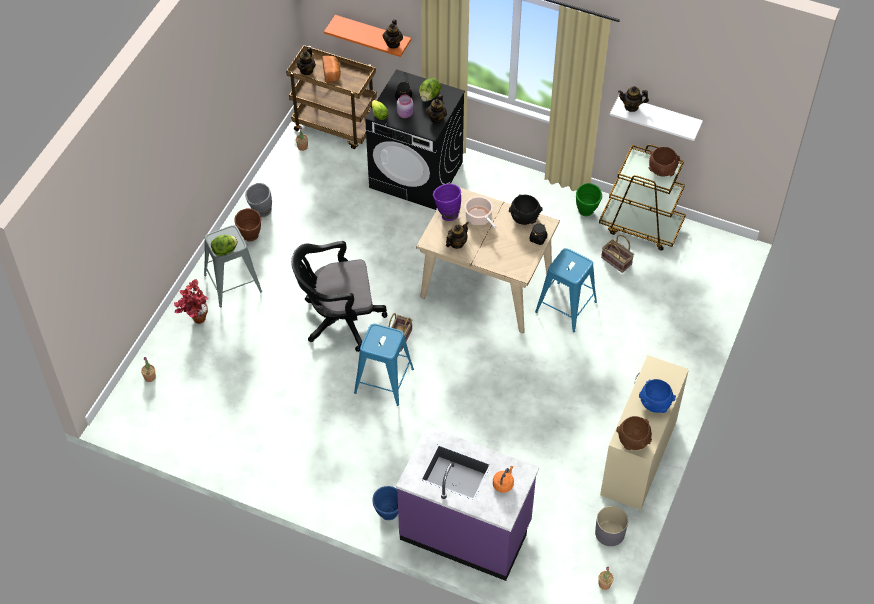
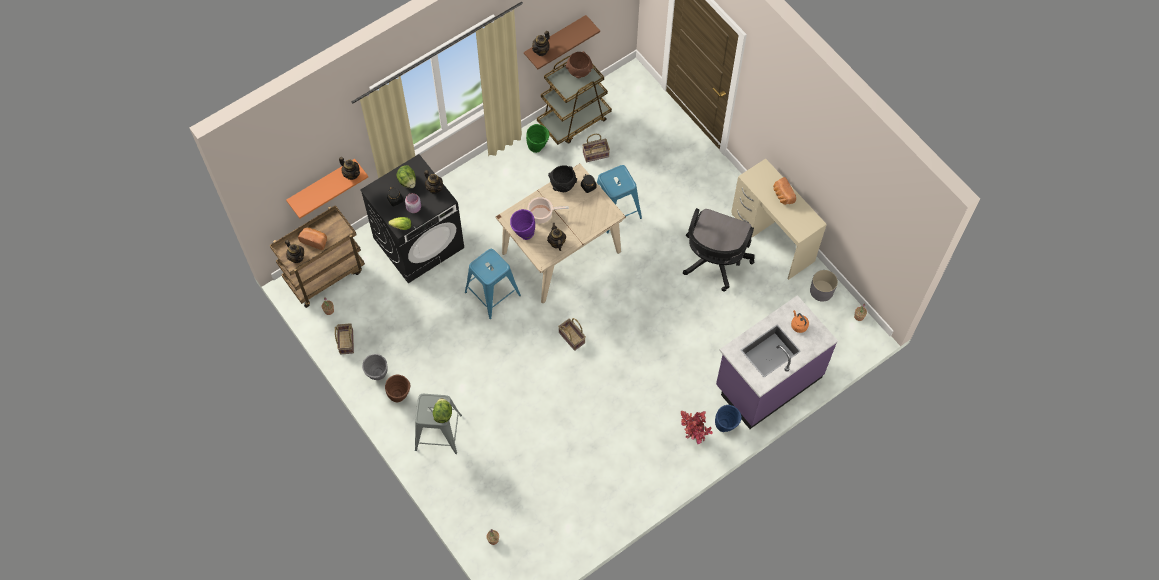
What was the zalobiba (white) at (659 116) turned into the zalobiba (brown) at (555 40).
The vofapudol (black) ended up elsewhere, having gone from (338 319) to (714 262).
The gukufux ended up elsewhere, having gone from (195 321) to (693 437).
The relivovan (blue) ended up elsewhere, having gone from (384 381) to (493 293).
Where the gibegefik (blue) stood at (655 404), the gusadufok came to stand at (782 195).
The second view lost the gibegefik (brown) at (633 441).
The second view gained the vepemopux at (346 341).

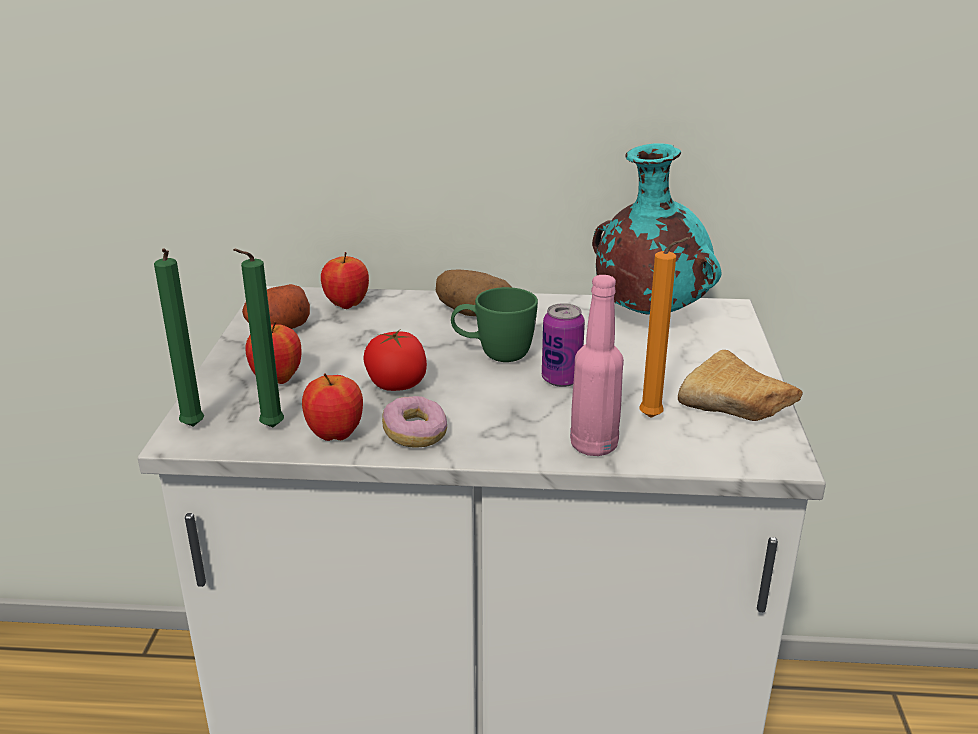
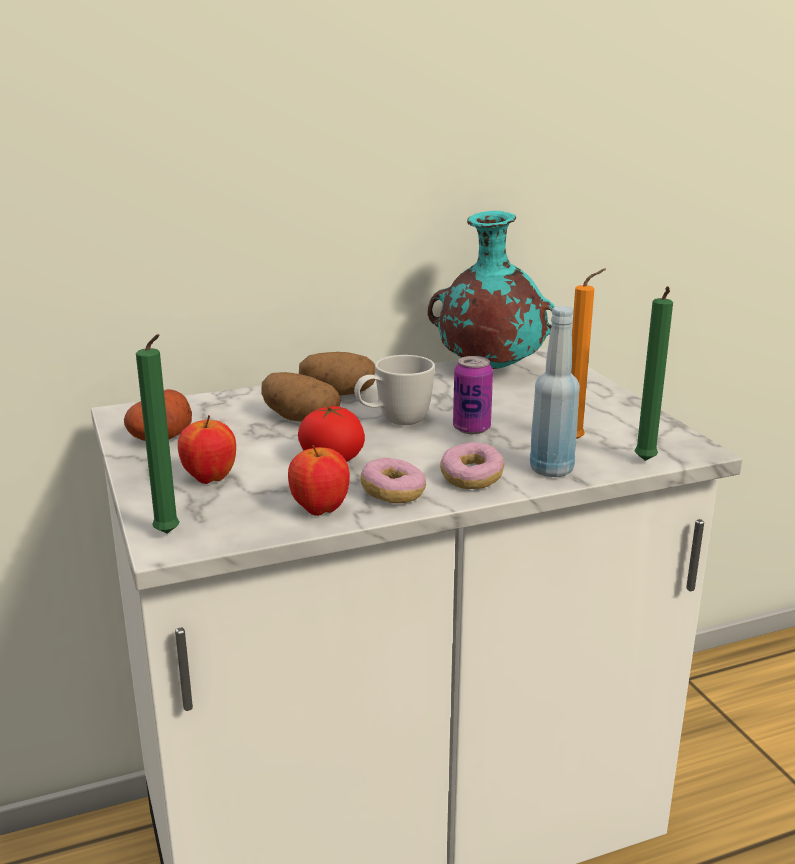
The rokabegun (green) ended up elsewhere, having gone from (269 429) to (645 462).
The second view lost the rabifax at (346 305).
What was the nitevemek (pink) at (593 445) turned into the nitevemek (blue) at (551 470).
What was the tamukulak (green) at (493 355) turned into the tamukulak (white) at (394 422).
The second view lost the gusadufok at (739 408).
The second view gained the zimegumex at (299 419).
The second view gained the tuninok at (471 478).

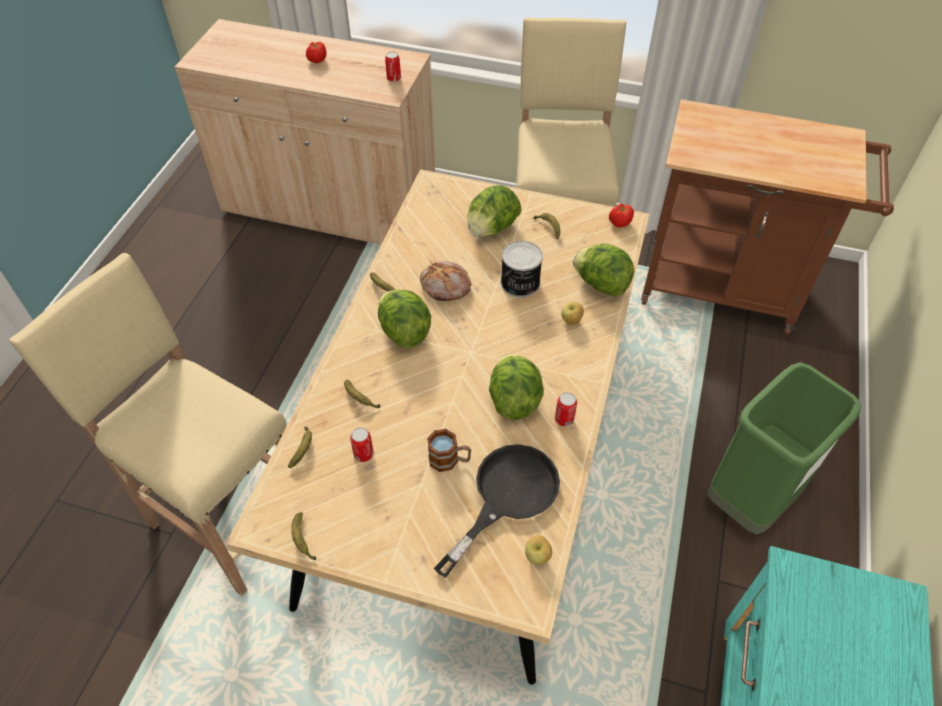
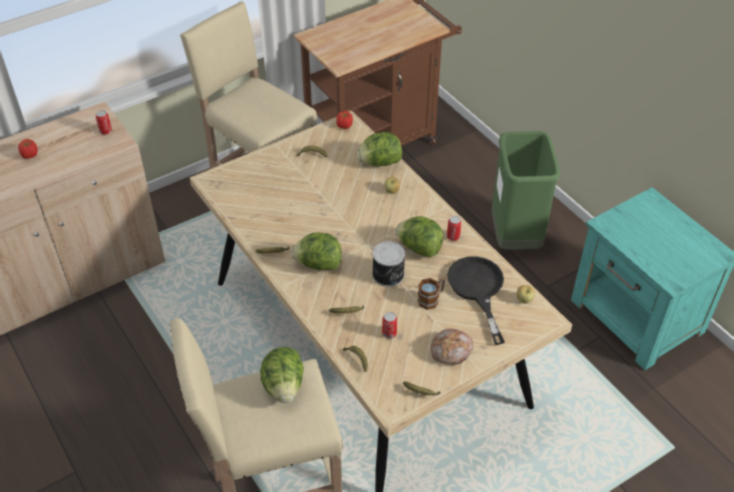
The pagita ended up elsewhere, having gone from (492 228) to (284 386).
The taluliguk ended up elsewhere, having gone from (520 283) to (388 275).
The gusadufok ended up elsewhere, having gone from (445 287) to (452 351).

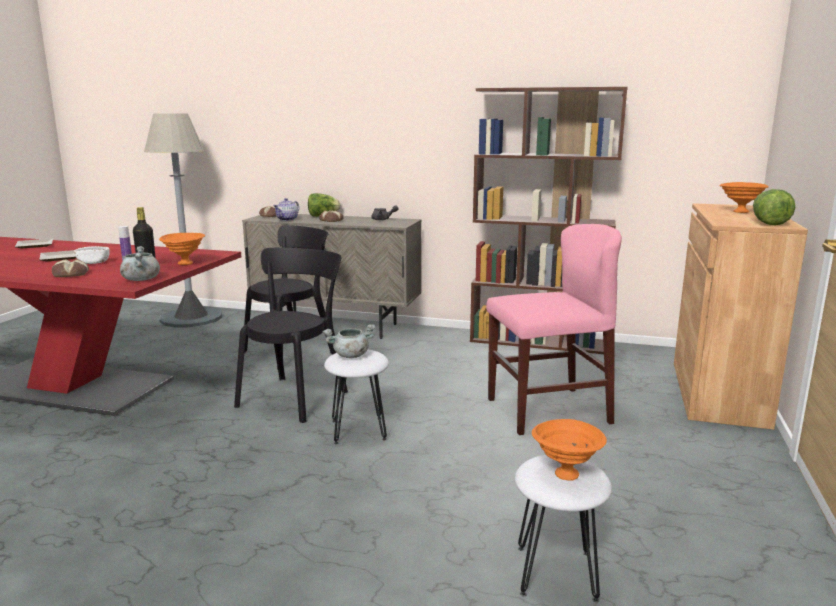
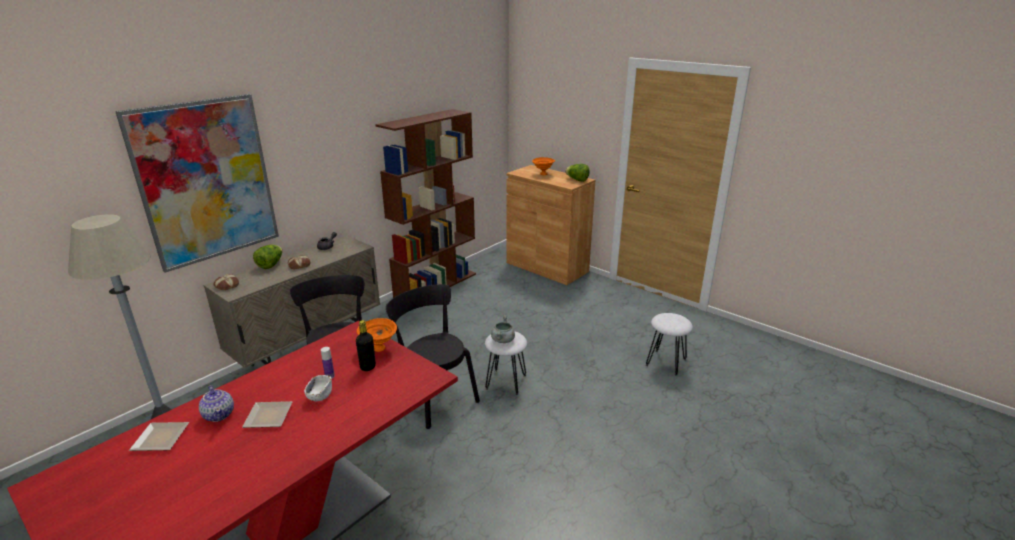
The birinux ended up elsewhere, having gone from (287 219) to (219 414).
The second view lost the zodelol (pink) at (548 411).
The second view lost the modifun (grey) at (141 279).
The second view lost the gusadufok at (70 274).
The second view lost the gibegefik (orange) at (564 474).
The second view gained the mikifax at (206 181).

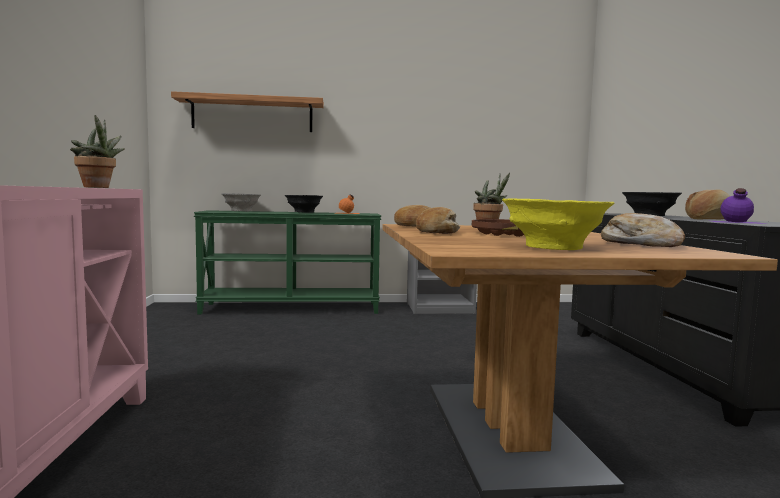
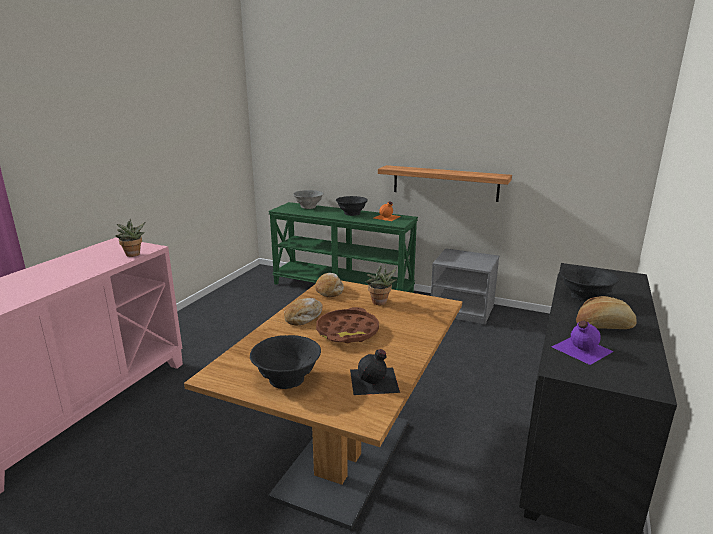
The zalobiba ended up elsewhere, having gone from (252 115) to (445 183).
What was the gibegefik (yellow) at (553 247) turned into the gibegefik (black) at (287 379).
Where the gusadufok stood at (640 244), the nitevemek (black) came to stand at (375 381).

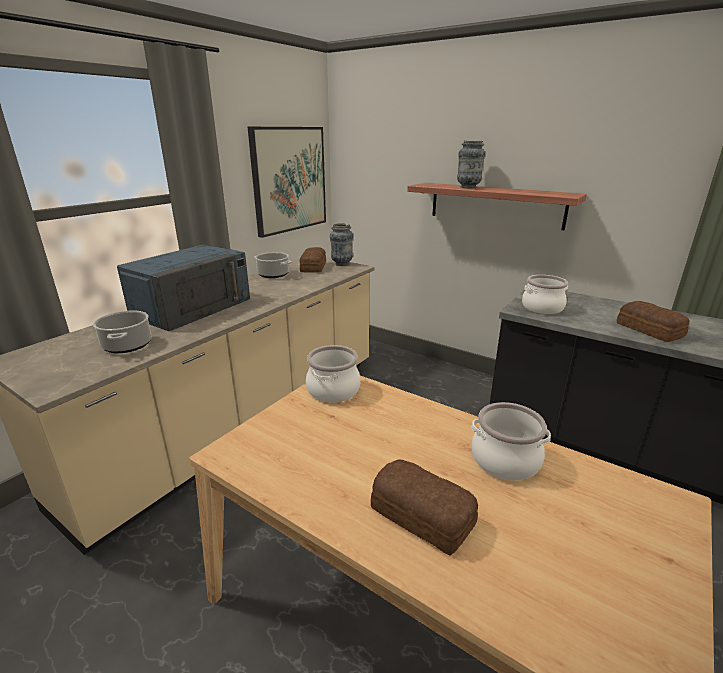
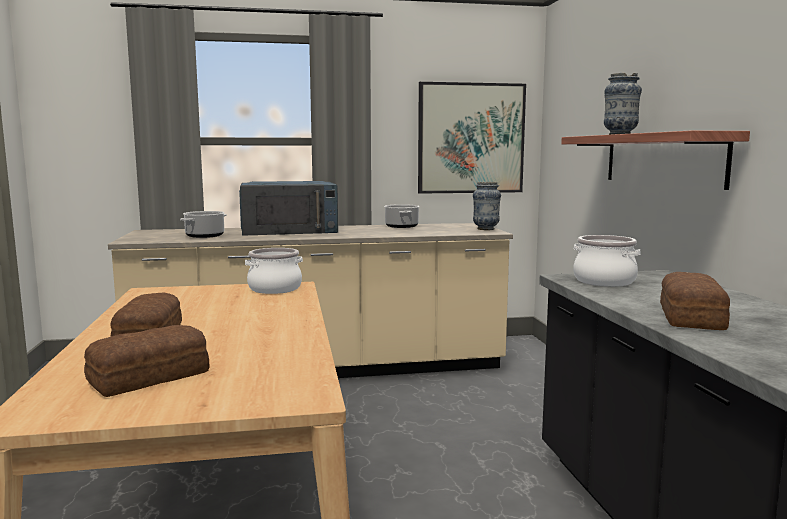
The gusadufok ended up elsewhere, having gone from (314 267) to (151 377).
The second view lost the modifun at (505 460).

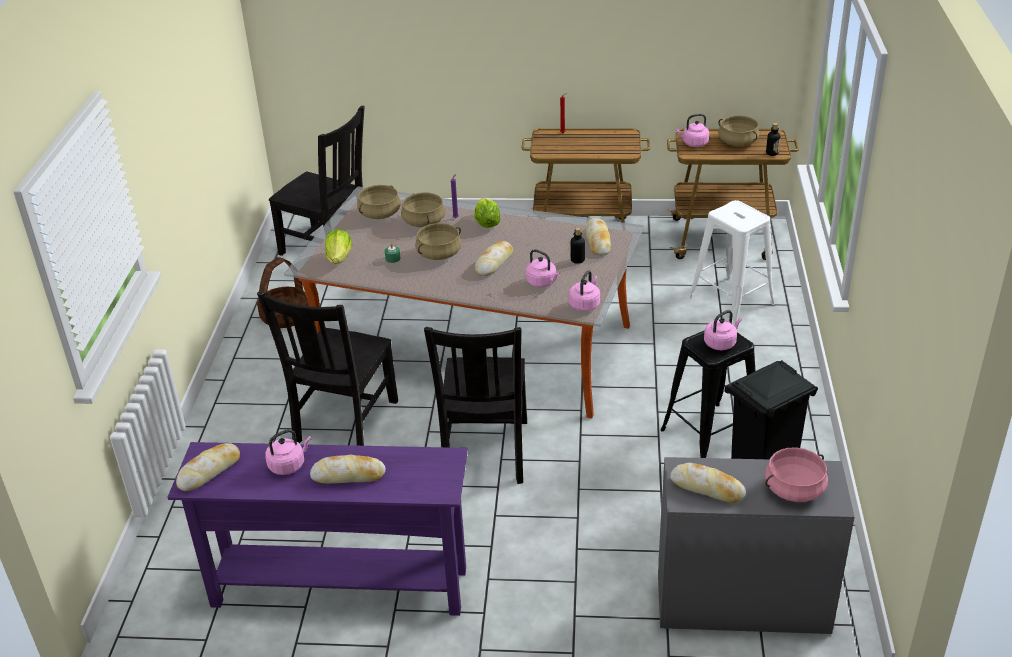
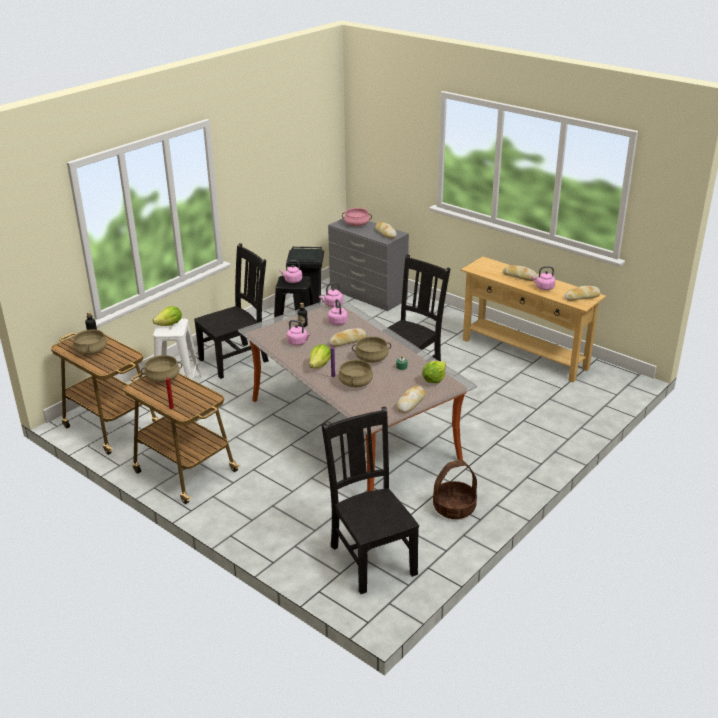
The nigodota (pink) ended up elsewhere, having gone from (693 144) to (298 342).
The modifun (beige) ended up elsewhere, having gone from (379 214) to (162 378).
The gusadufok ended up elsewhere, having gone from (598 241) to (411 402).
The zodelol (black) ended up elsewhere, having gone from (344 424) to (236 359).
What was the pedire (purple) at (339 588) turned into the pedire (beige) at (524 354).
The second view gained the pagita at (169 325).

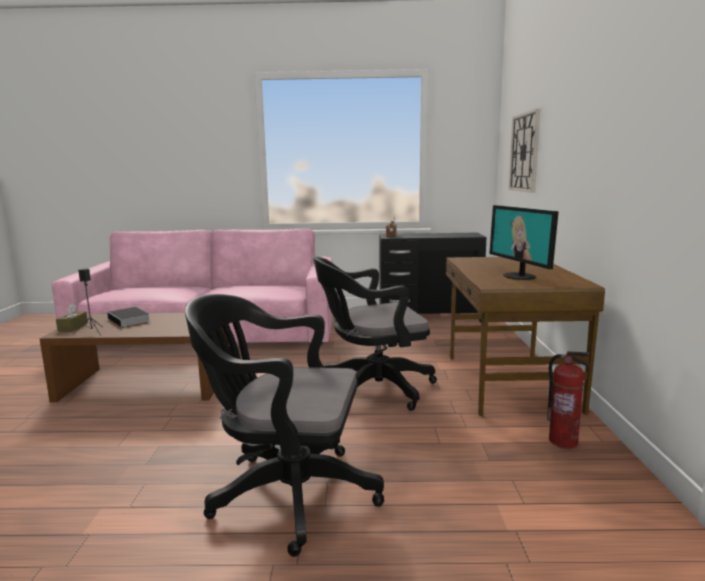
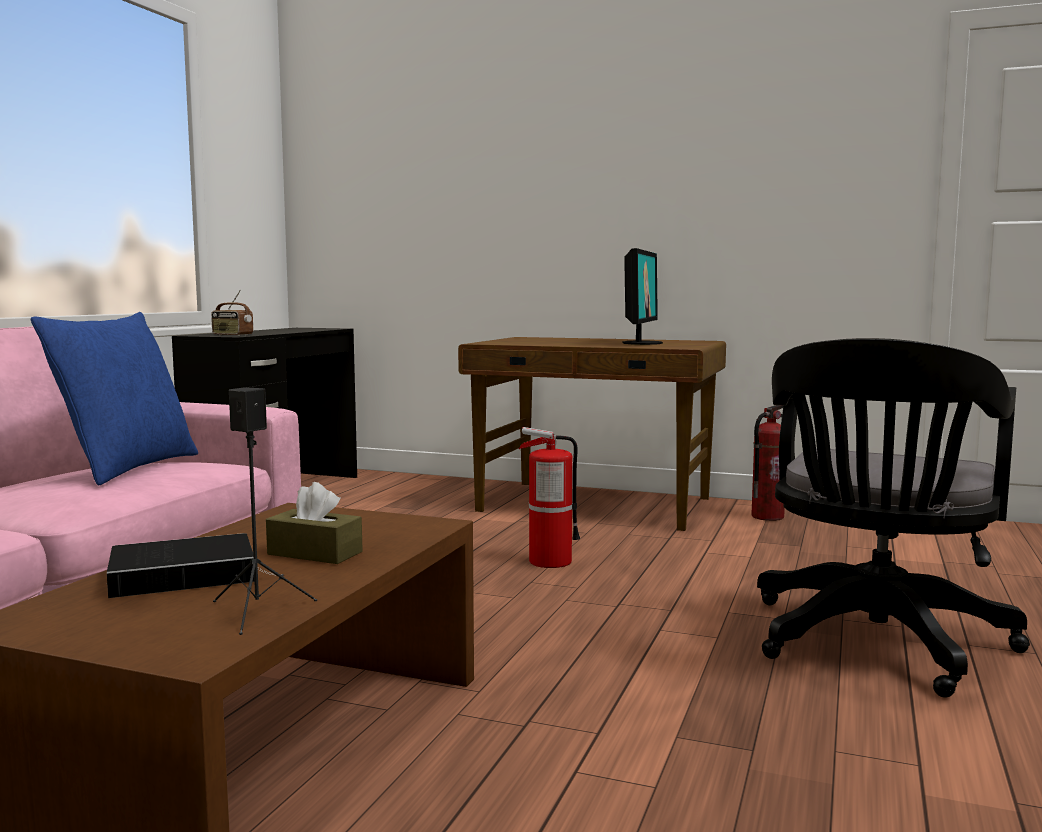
The second view lost the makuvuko at (524 152).
The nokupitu at (520 276) ended up facing another way, 75 degrees counterclockwise from before.
Where the vofapudol (black) stood at (372 389), the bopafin came to stand at (549 561).
The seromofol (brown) ended up elsewhere, having gone from (73 327) to (315 553).
The second view gained the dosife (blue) at (126 468).

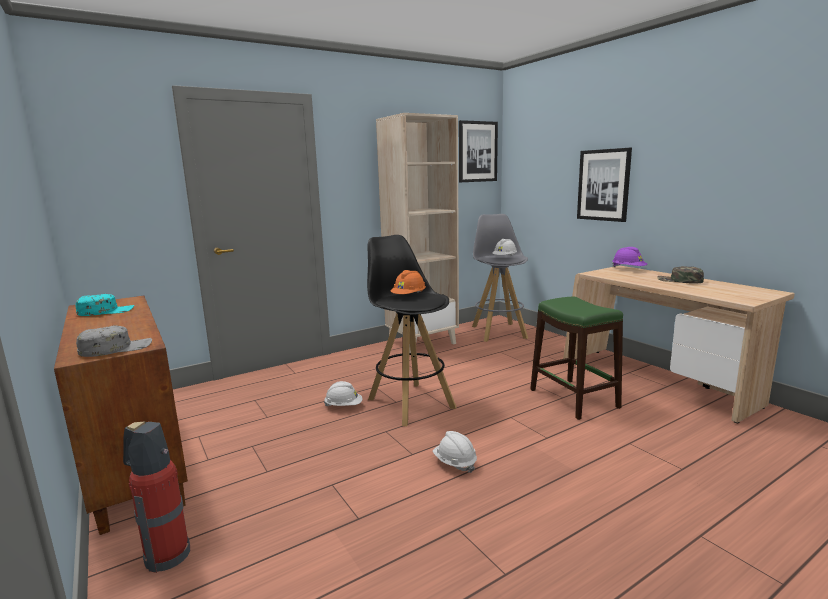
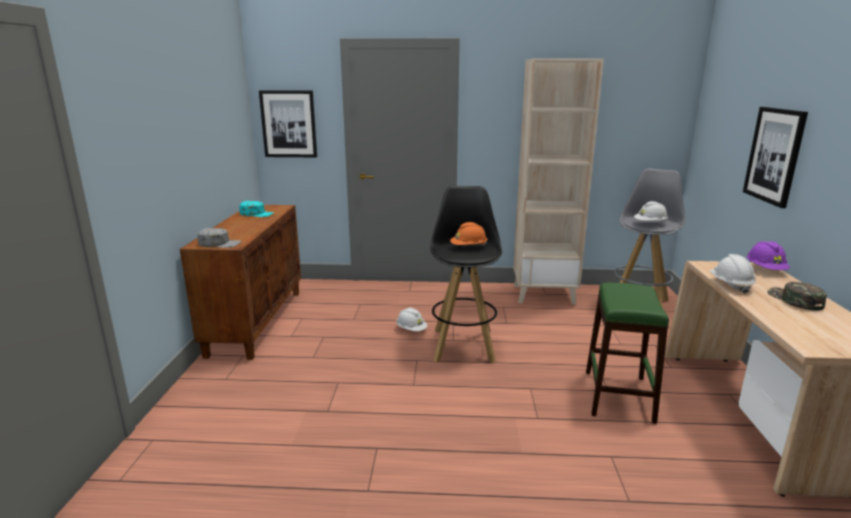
The mikifax ended up elsewhere, having gone from (477 151) to (289 124).
The second view lost the bopafin at (166 555).
The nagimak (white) ended up elsewhere, having gone from (454 463) to (730 285).

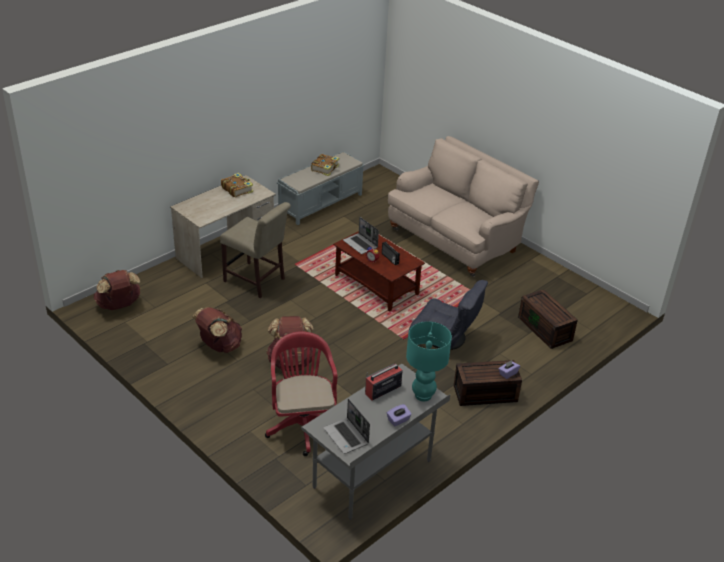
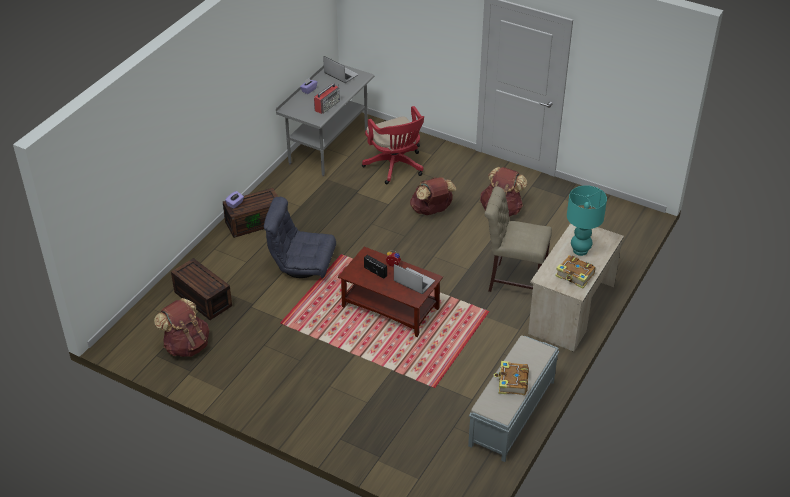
The second view lost the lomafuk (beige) at (455 239).
The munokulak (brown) ended up elsewhere, having gone from (119 305) to (186 345).
The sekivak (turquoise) ended up elsewhere, having gone from (423 395) to (580 250).

